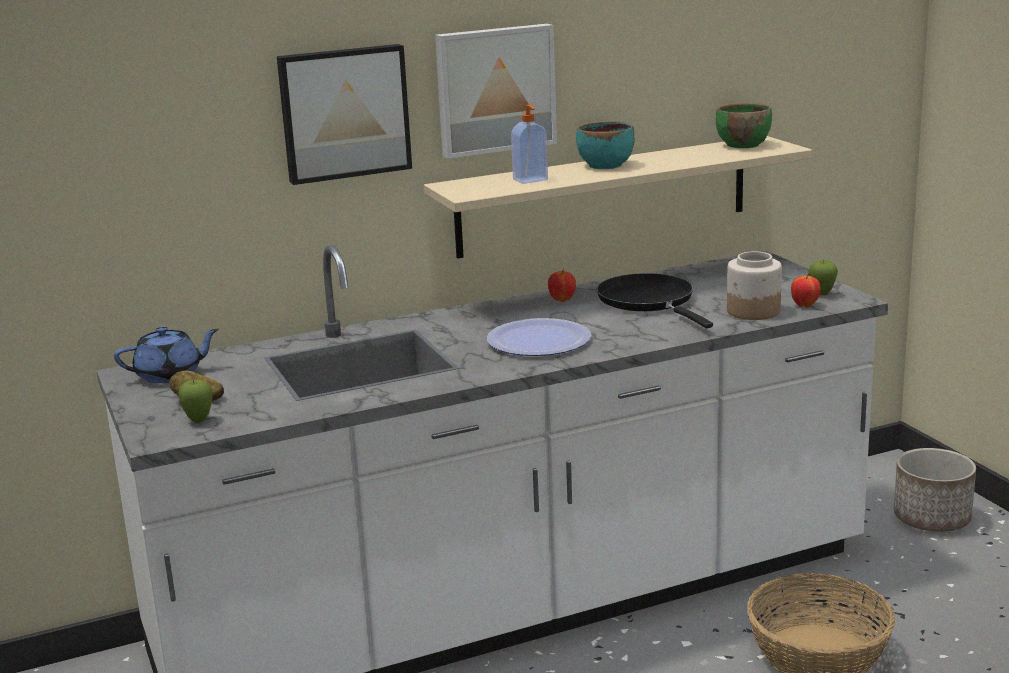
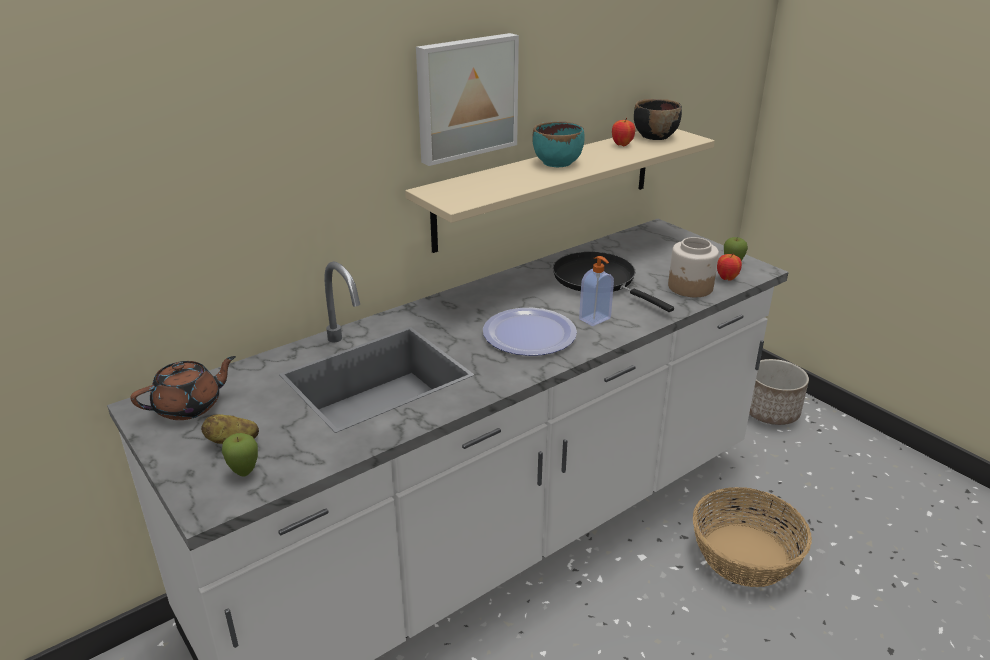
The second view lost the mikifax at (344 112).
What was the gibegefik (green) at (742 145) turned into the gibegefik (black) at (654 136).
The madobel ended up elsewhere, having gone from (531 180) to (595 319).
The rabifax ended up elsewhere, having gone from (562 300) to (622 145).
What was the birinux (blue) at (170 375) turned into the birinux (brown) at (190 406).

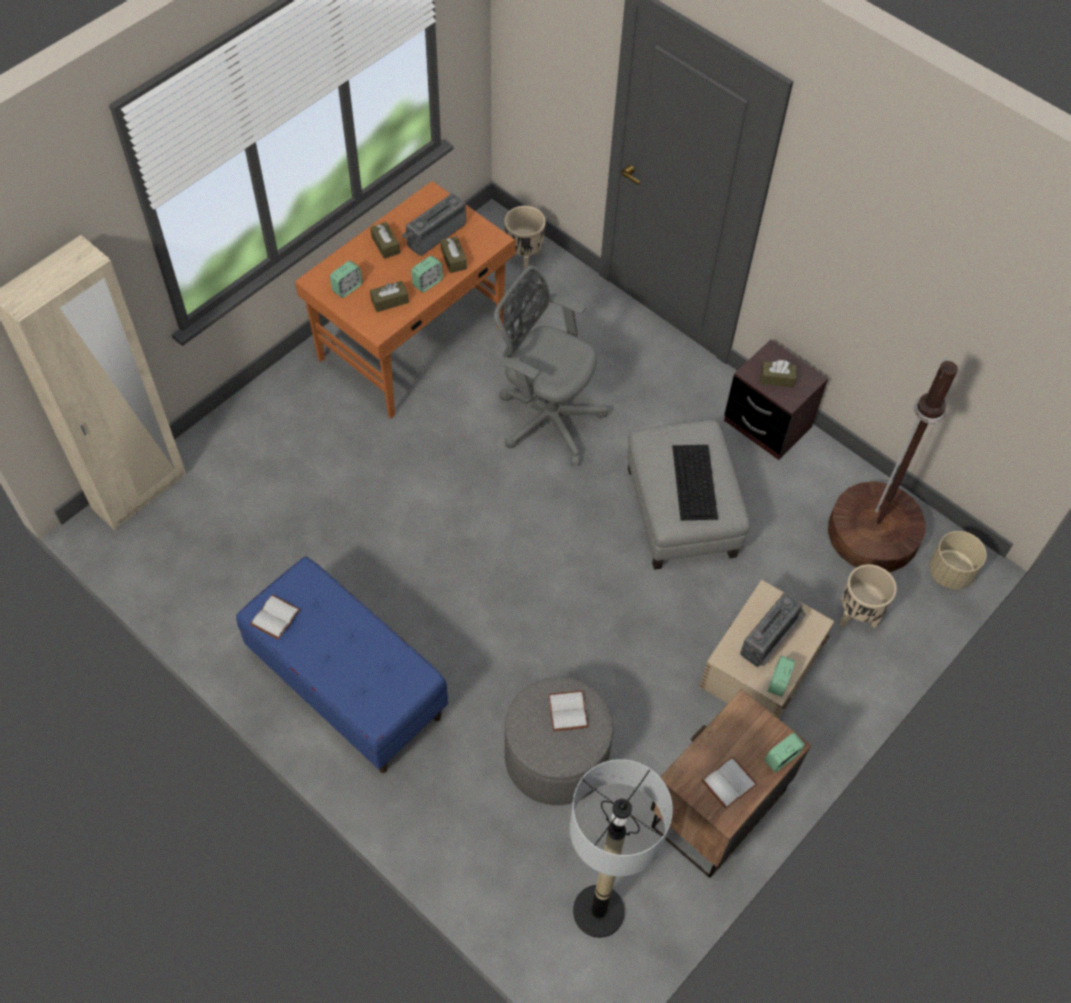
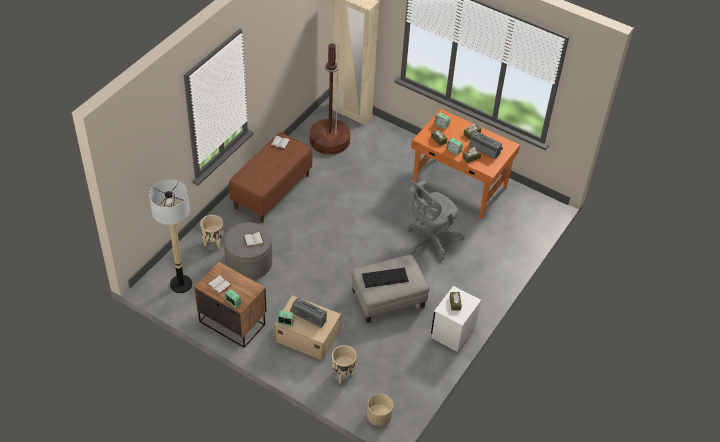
The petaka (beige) ended up elsewhere, having gone from (523 260) to (213 243).
The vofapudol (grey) at (546 417) ended up facing another way, 150 degrees counterclockwise from before.
What was the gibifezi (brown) at (767 424) turned into the gibifezi (white) at (453 332).
The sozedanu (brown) ended up elsewhere, having gone from (873 534) to (329 140).
What was the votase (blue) at (347 686) turned into the votase (brown) at (271 191).

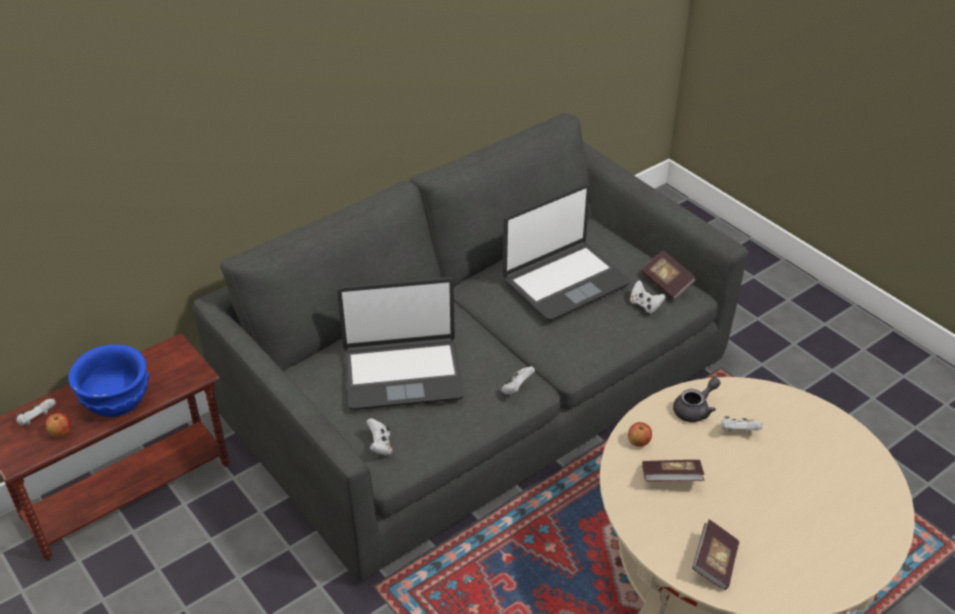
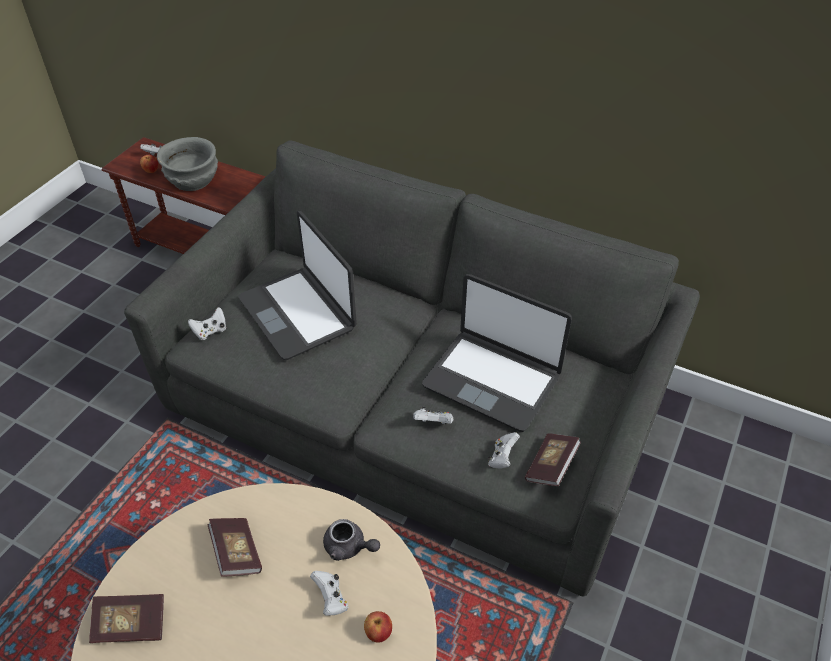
What was the gibegefik (blue) at (116 398) turned into the gibegefik (grey) at (194 179).
The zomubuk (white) ended up elsewhere, having gone from (516 388) to (433 423).
The rabifax ended up elsewhere, having gone from (638 442) to (378 632).

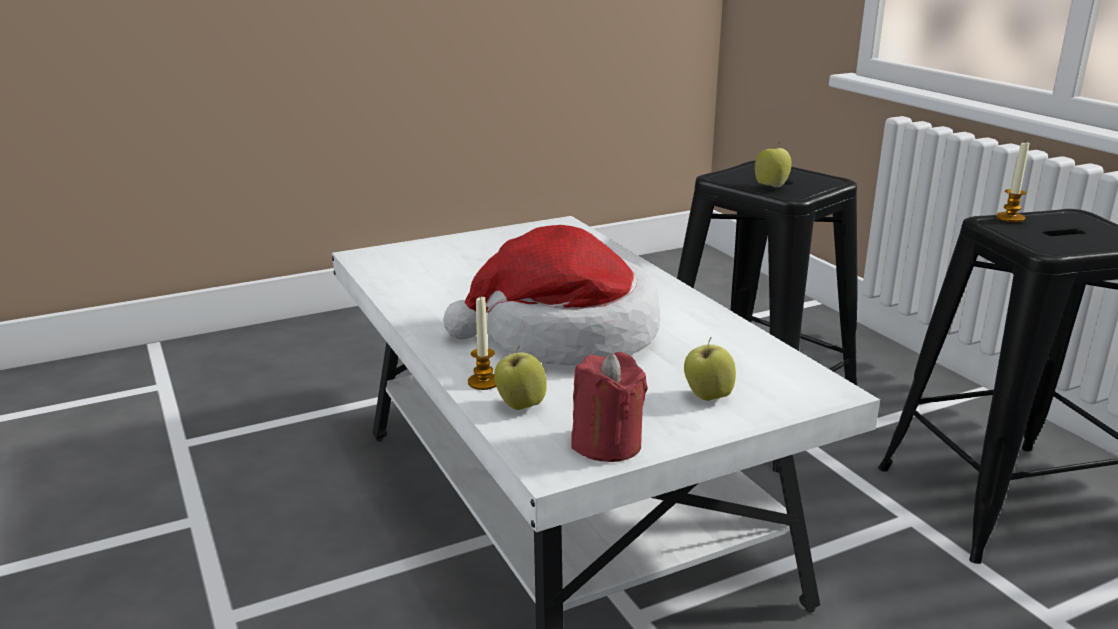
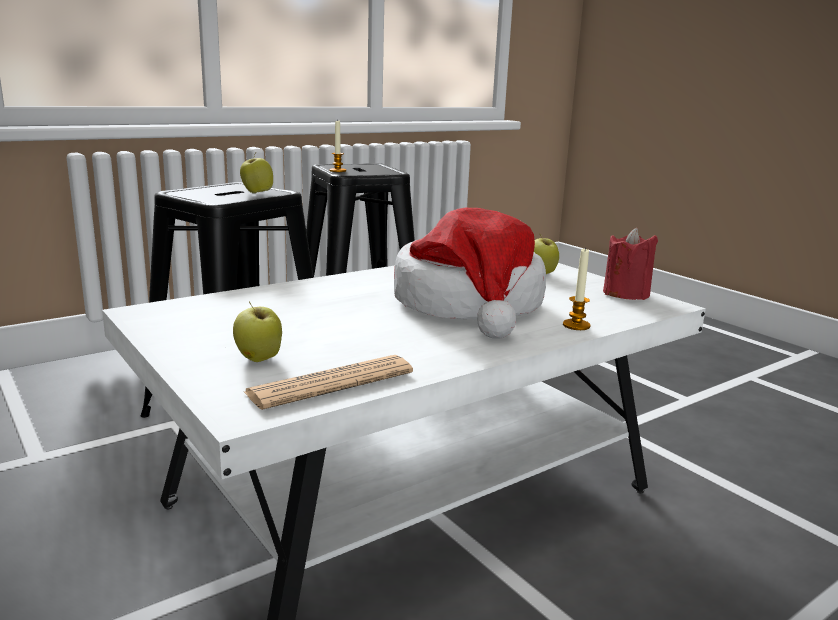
The rabifax ended up elsewhere, having gone from (520 406) to (259 359).
The second view gained the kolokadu at (331 383).

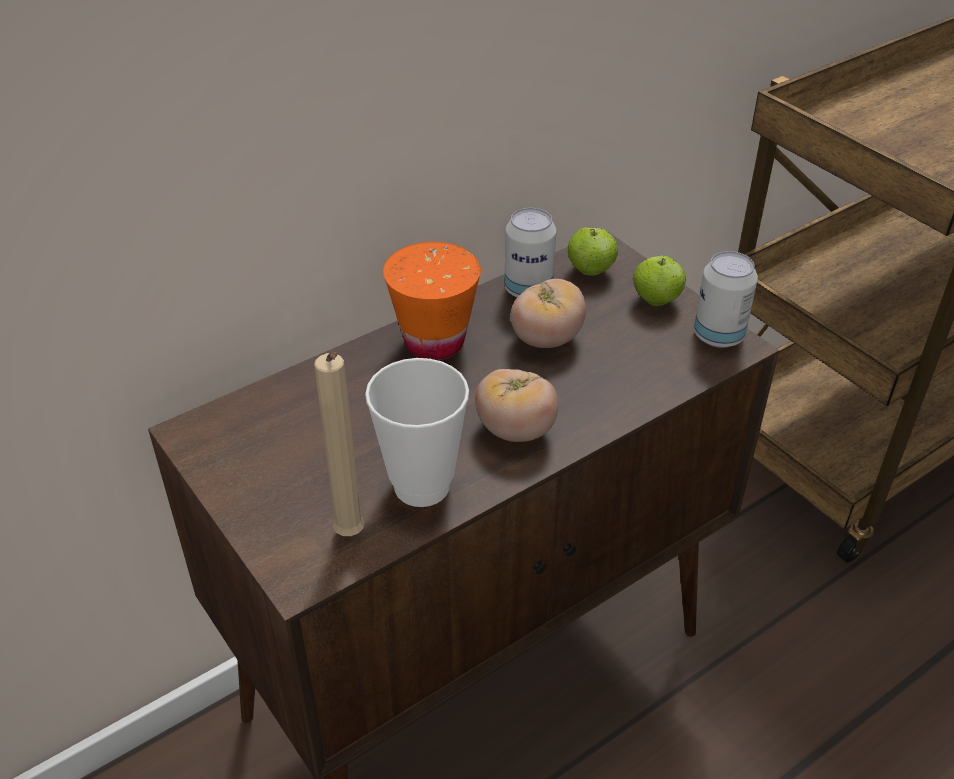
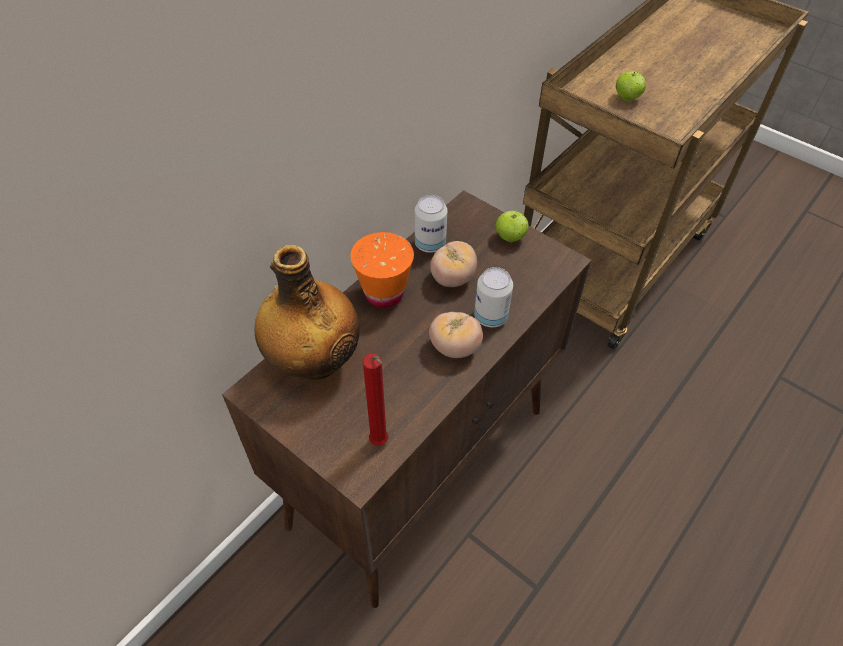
The rabifax ended up elsewhere, having gone from (591 271) to (627 98).
The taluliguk ended up elsewhere, having gone from (718 336) to (490 317).
What was the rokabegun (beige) at (350 537) turned into the rokabegun (red) at (380 443).
The second view lost the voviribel at (422 486).
The second view gained the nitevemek at (314 361).

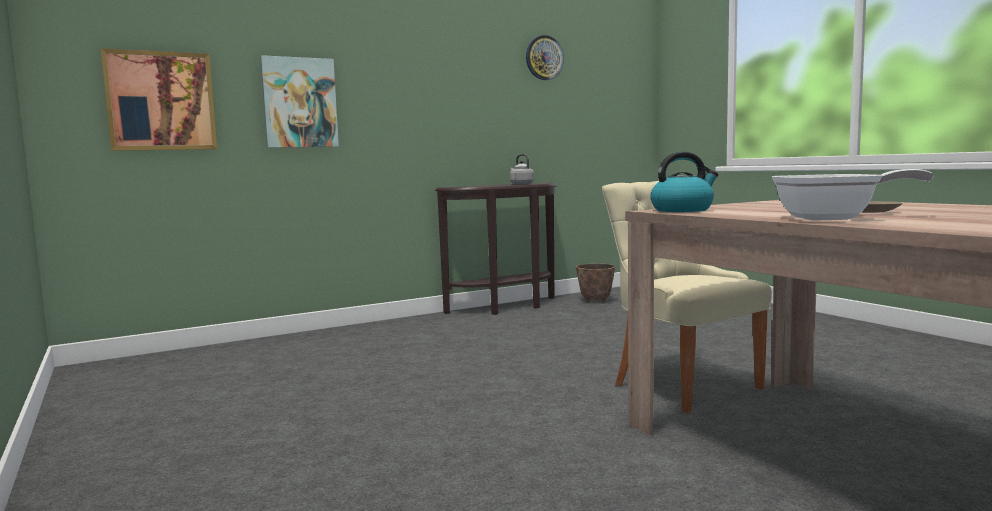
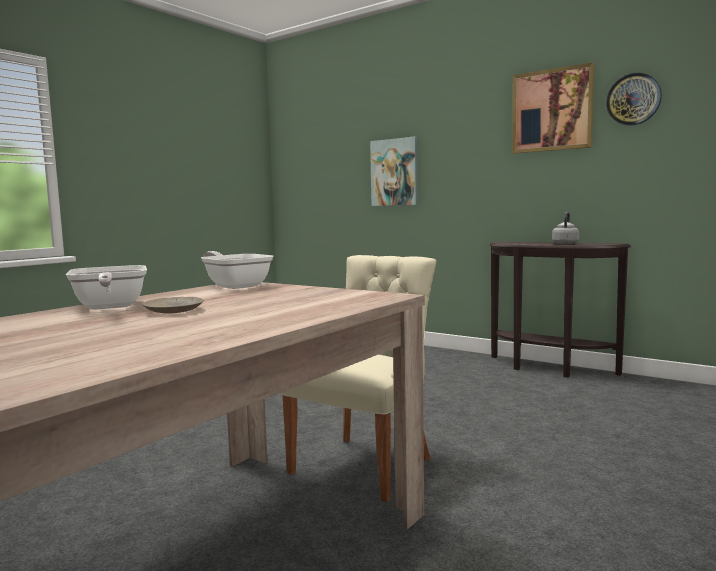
The mikifax ended up elsewhere, having gone from (161 101) to (552 110).
Where the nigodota stood at (682 210), the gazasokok came to stand at (235 286).
The second view lost the petaka at (595 301).

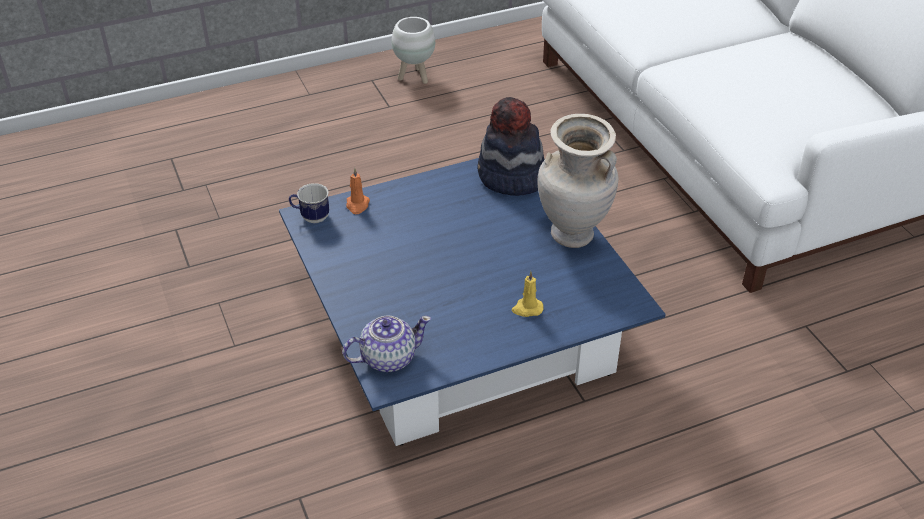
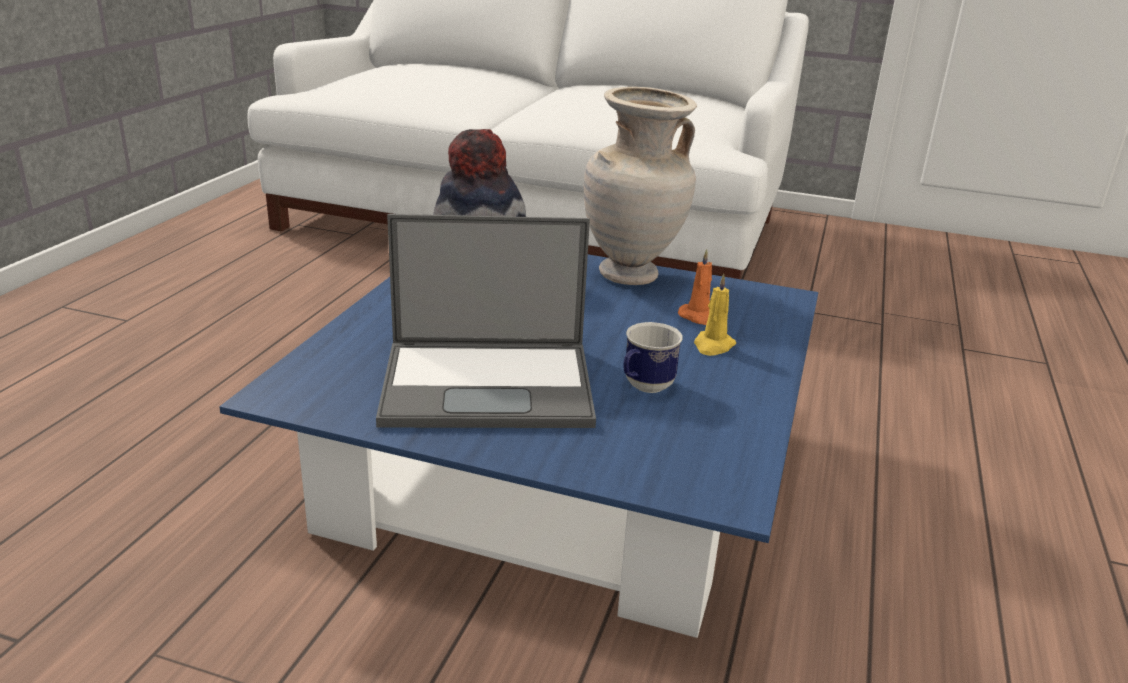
The second view lost the petaka (white) at (414 77).
The rokabegun (orange) ended up elsewhere, having gone from (357 205) to (699 317).
The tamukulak ended up elsewhere, having gone from (311 217) to (644 388).
The second view lost the birinux at (387 358).
The second view gained the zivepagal at (491 384).

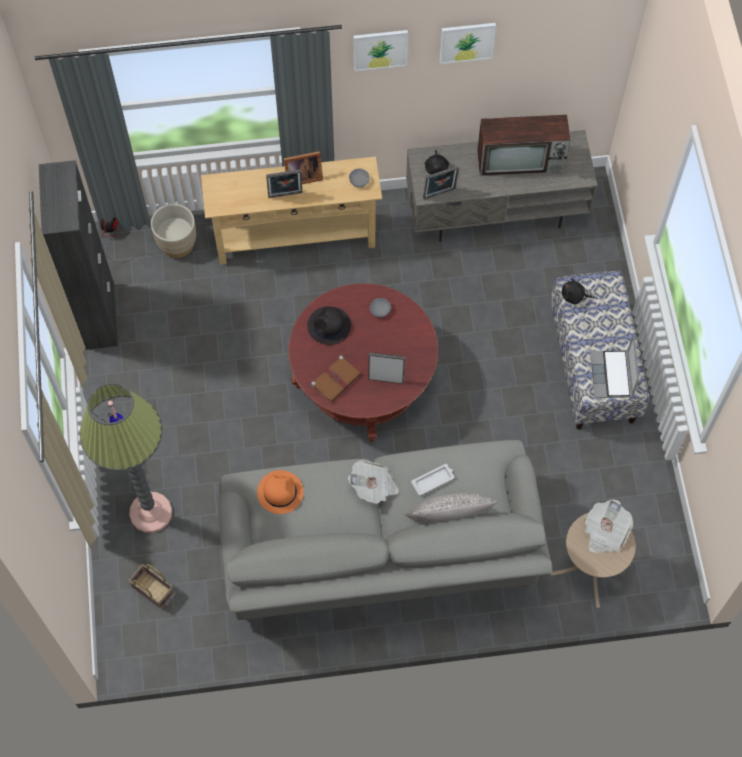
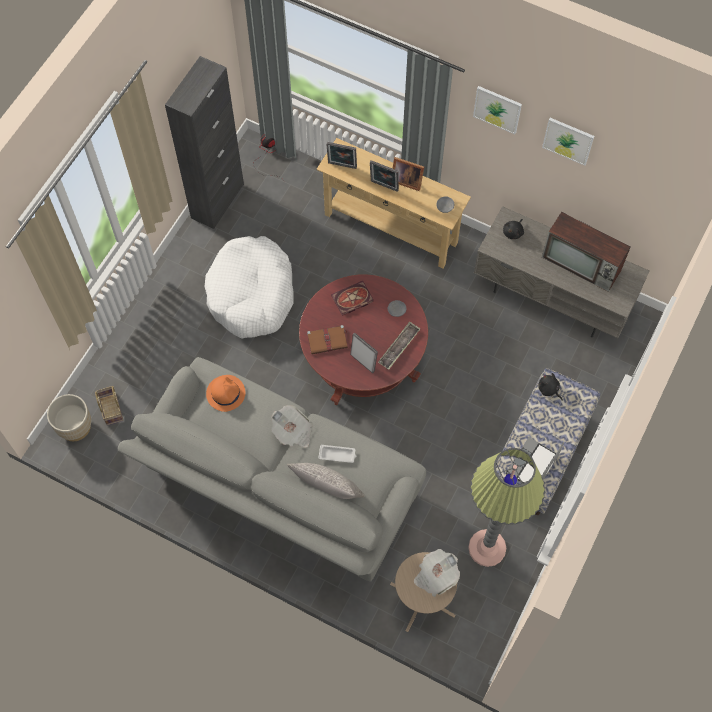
The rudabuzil ended up elsewhere, having gone from (439 195) to (342 166).
The petaka (beige) ended up elsewhere, having gone from (177 243) to (74 427).
Where the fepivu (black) stood at (329 326), the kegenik came to stand at (351 300).
The sozedanu ended up elsewhere, having gone from (150 512) to (487 548).
The second view gained the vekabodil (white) at (251 294).
The second view gained the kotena at (399 347).

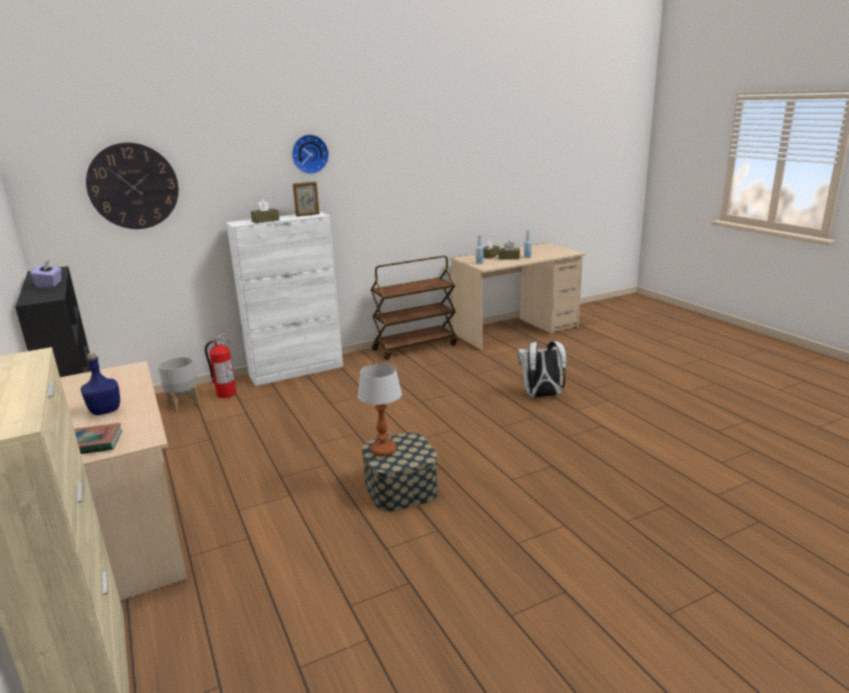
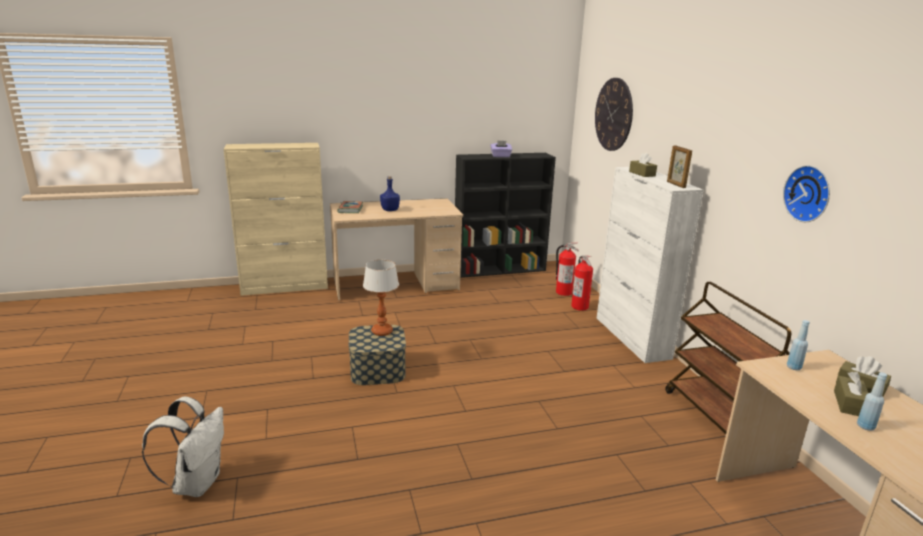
The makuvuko ended up elsewhere, having gone from (309 154) to (809 193).
The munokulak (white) ended up elsewhere, having gone from (542 396) to (196 483).
Where the petaka (grey) stood at (183 404), the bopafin came to stand at (563 292).

